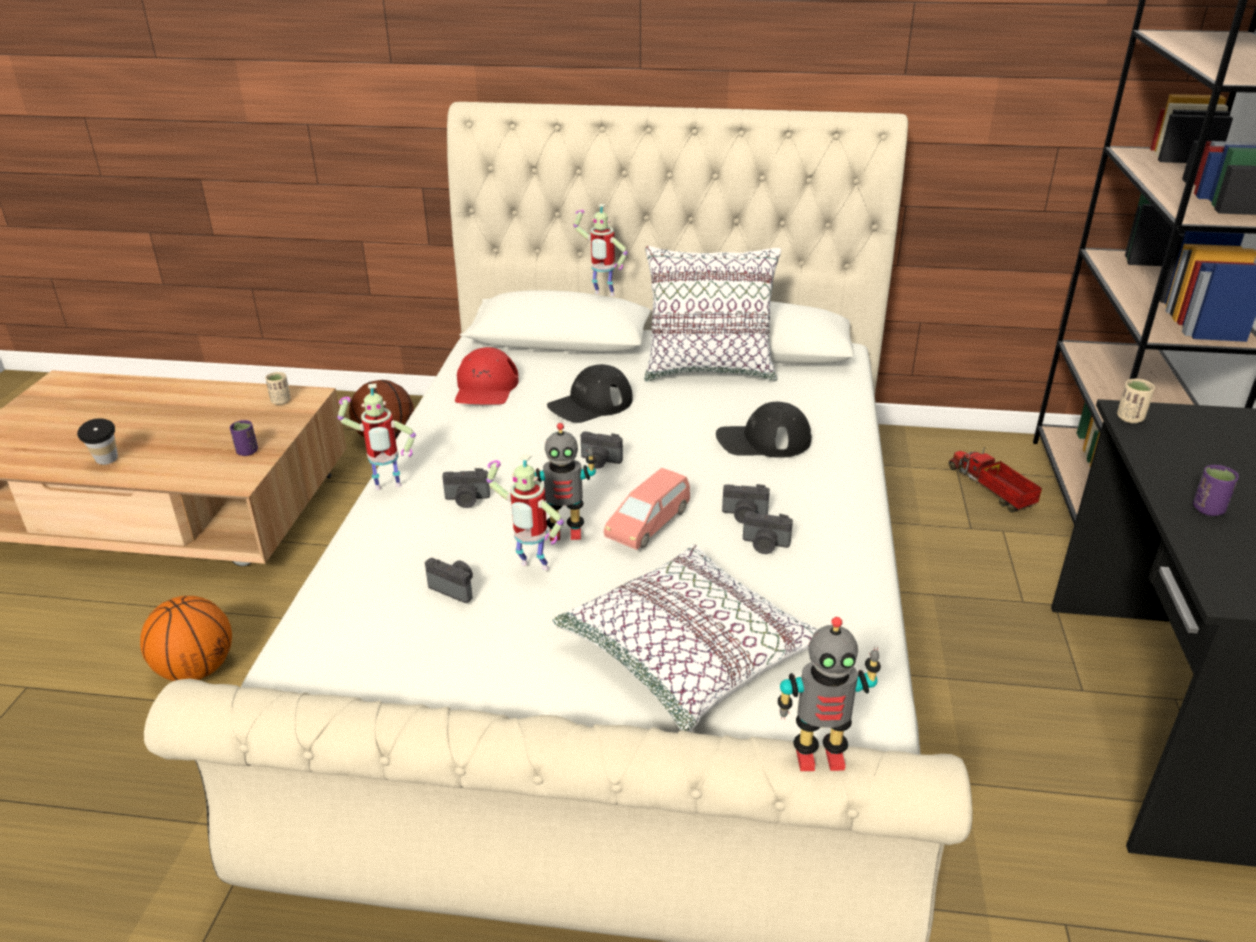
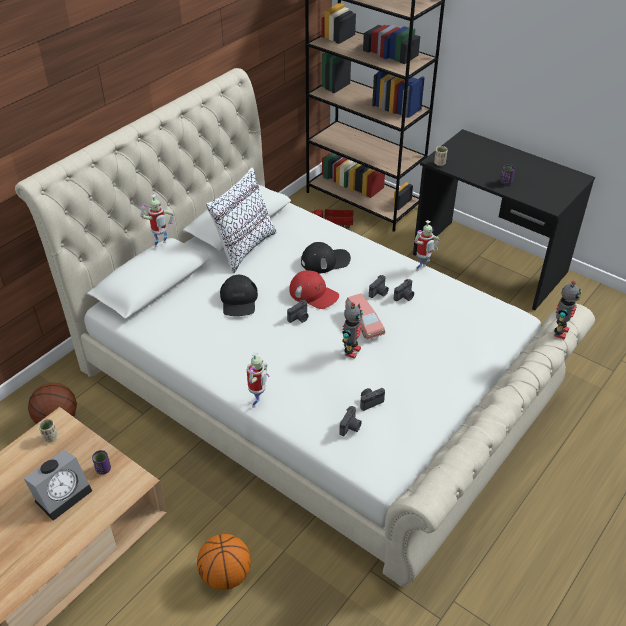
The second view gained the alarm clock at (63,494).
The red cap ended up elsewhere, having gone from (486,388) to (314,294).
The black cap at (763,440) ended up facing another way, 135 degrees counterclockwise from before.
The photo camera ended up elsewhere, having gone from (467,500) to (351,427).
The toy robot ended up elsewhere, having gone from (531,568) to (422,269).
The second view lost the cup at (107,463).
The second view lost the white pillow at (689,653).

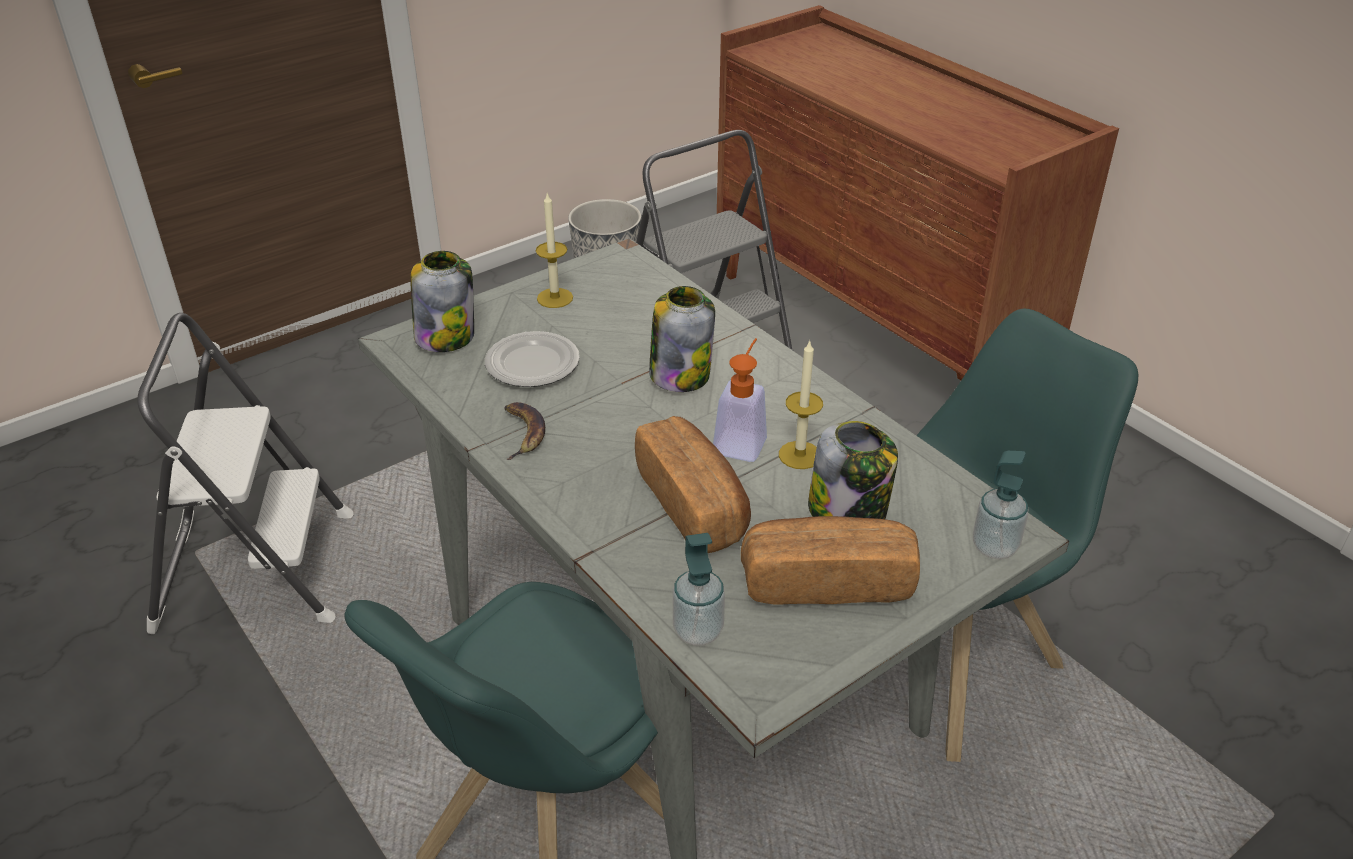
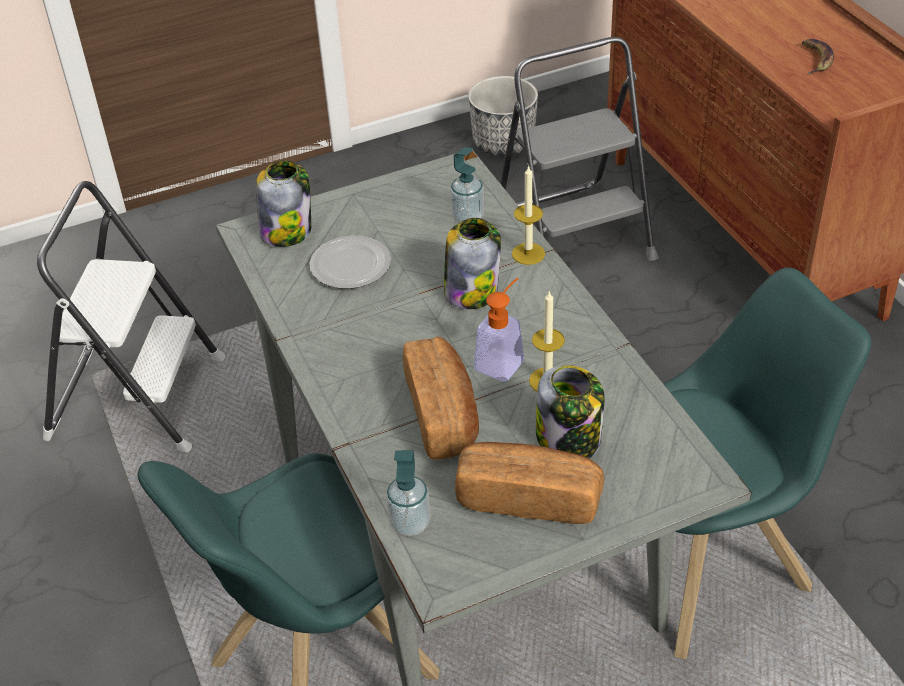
The soap dispenser ended up elsewhere, having gone from (994,547) to (468,218).
The candle ended up elsewhere, having gone from (555,298) to (528,254).
The banana ended up elsewhere, having gone from (522,433) to (815,59).

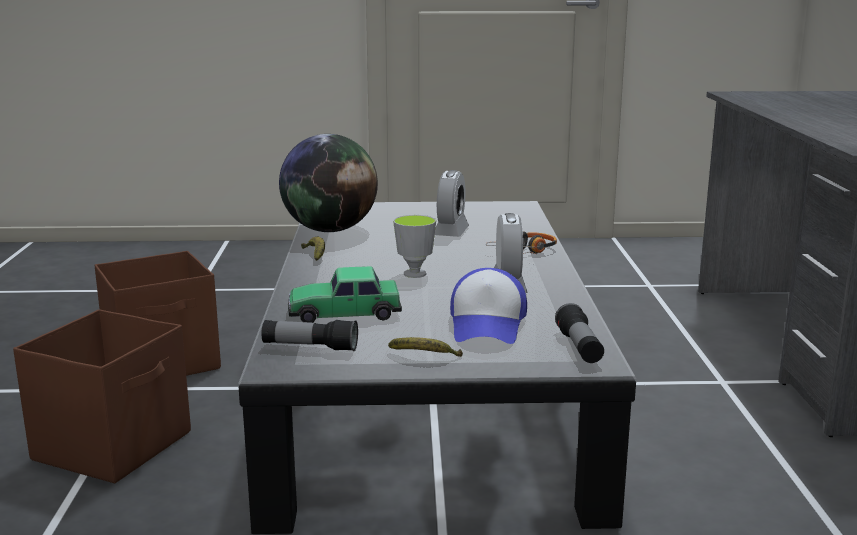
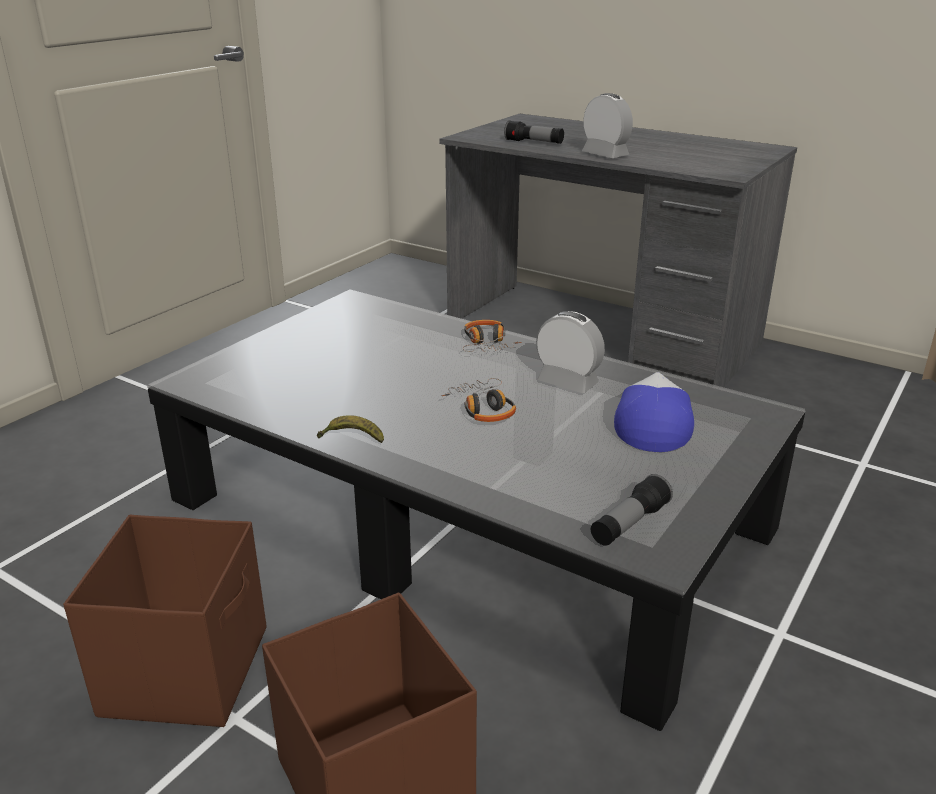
Where the cup stood at (415,274), the headphones came to stand at (483,409).
The flashlight ended up elsewhere, having gone from (579,347) to (534,142).
The alarm clock ended up elsewhere, having gone from (451,232) to (605,154).
The cap at (487,325) ended up facing another way, 120 degrees counterclockwise from before.
The second view lost the globe at (330,230).
The second view lost the toy car at (344,313).
The second view lost the banana at (424,357).

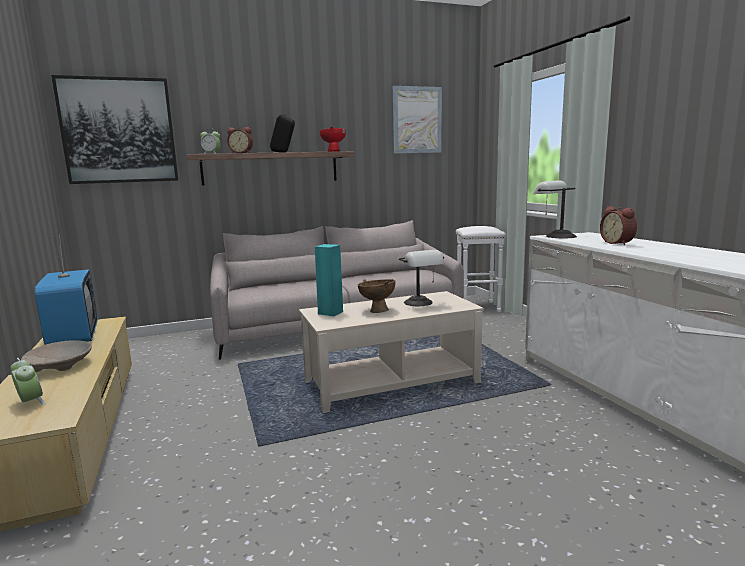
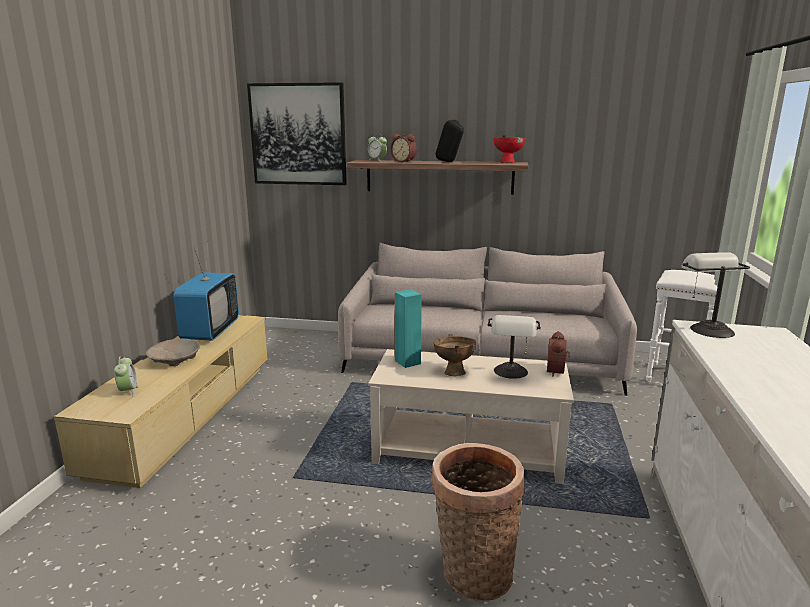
The second view gained the basket at (473,572).
The alarm clock ended up elsewhere, having gone from (618,243) to (557,371).
The second view lost the picture at (417,120).

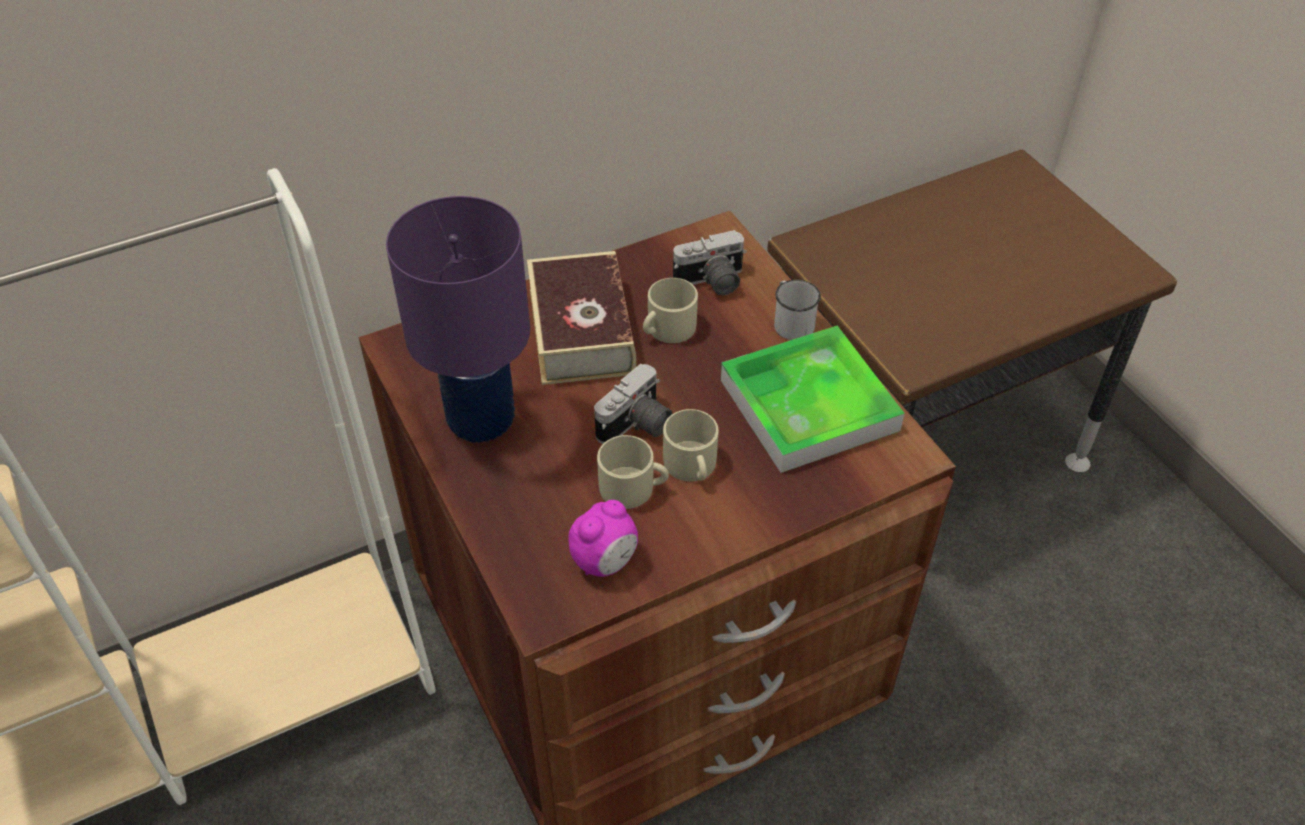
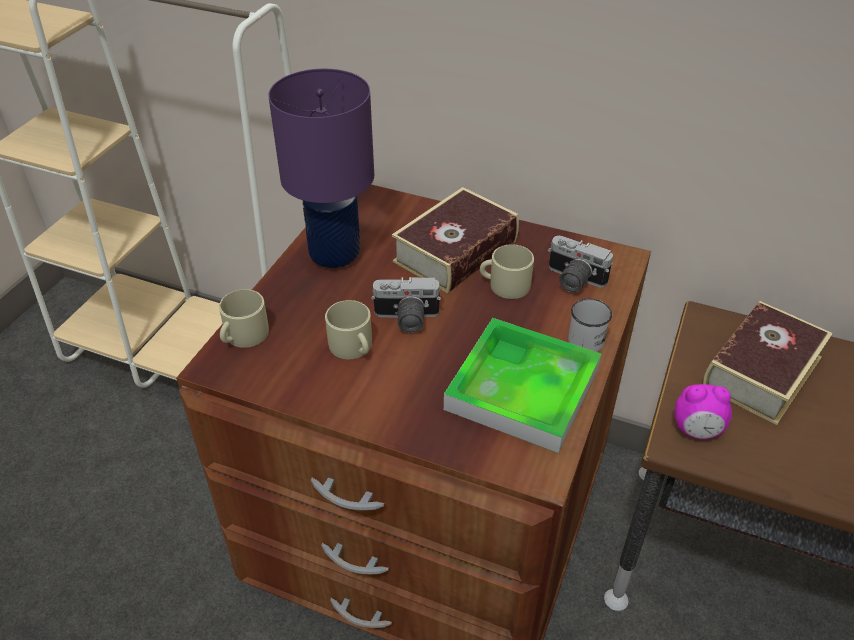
The beige mug ended up elsewhere, having gone from (692,466) to (243,336).
The alarm clock ended up elsewhere, having gone from (605,561) to (696,430).
The second view gained the book at (762,372).

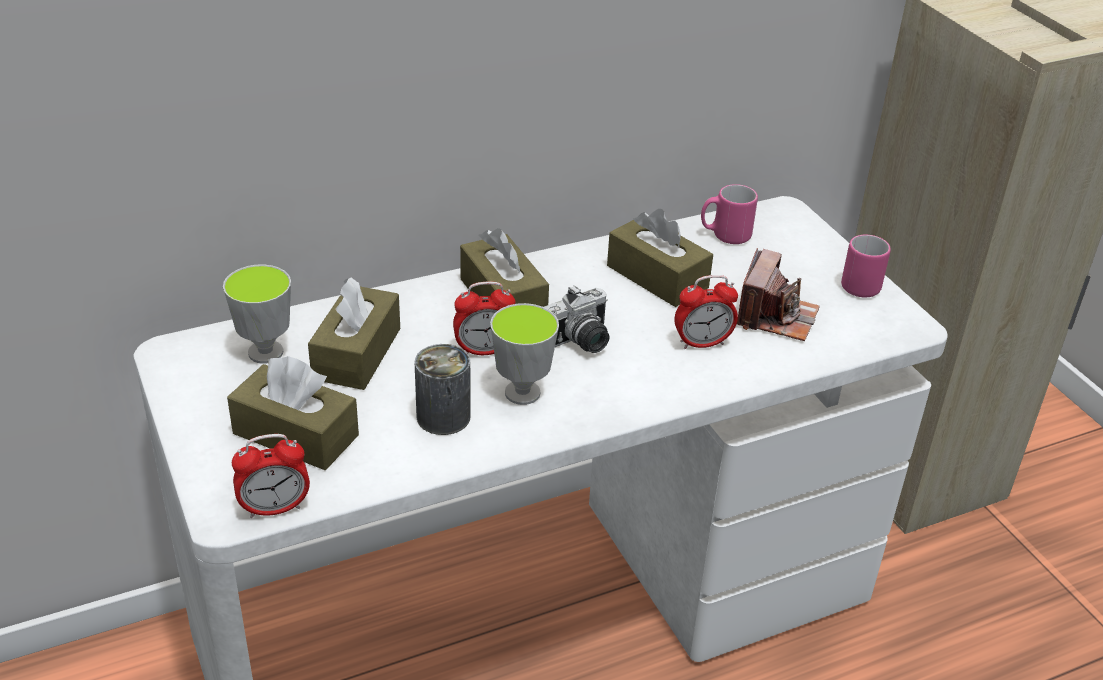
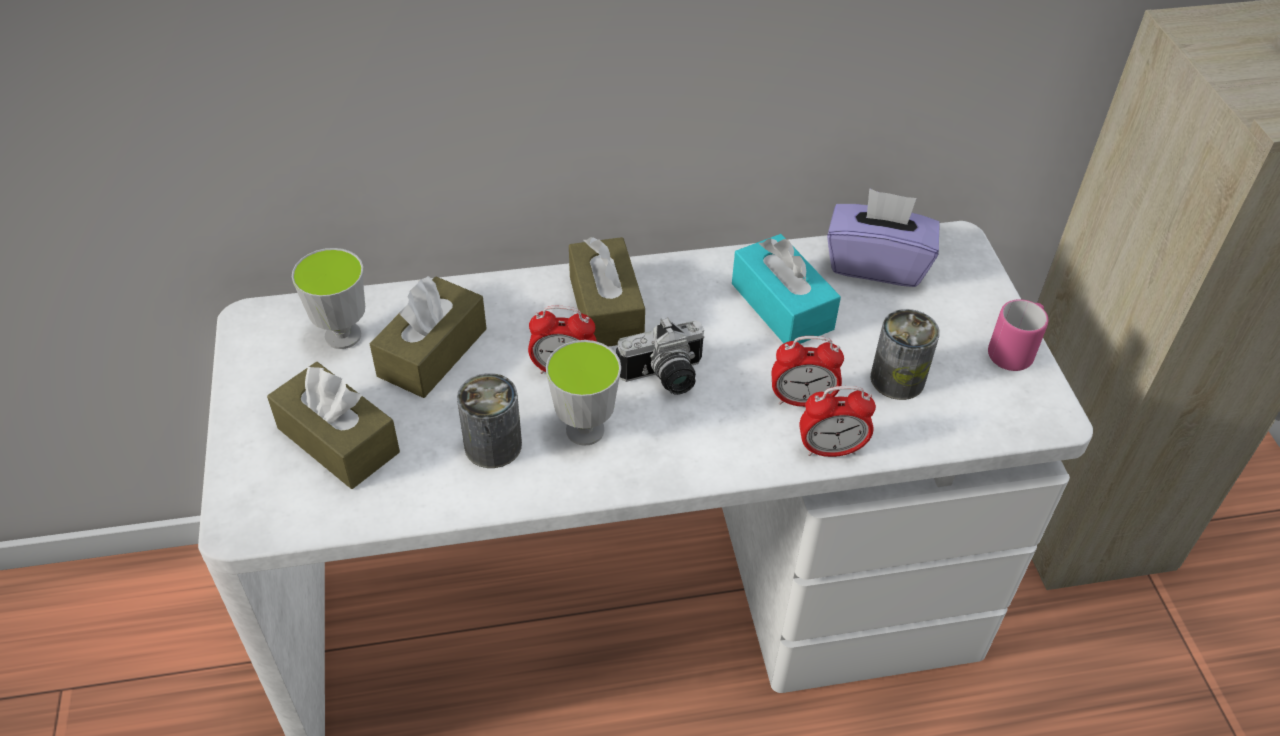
What was the brown tissue box at (657,277) turned into the turquoise tissue box at (782,306).
The alarm clock ended up elsewhere, having gone from (275,508) to (831,449).
Where the pink mug stood at (724,235), the purple tissue box came to stand at (877,264).
Where the photo camera stood at (776,317), the can came to stand at (897,379).

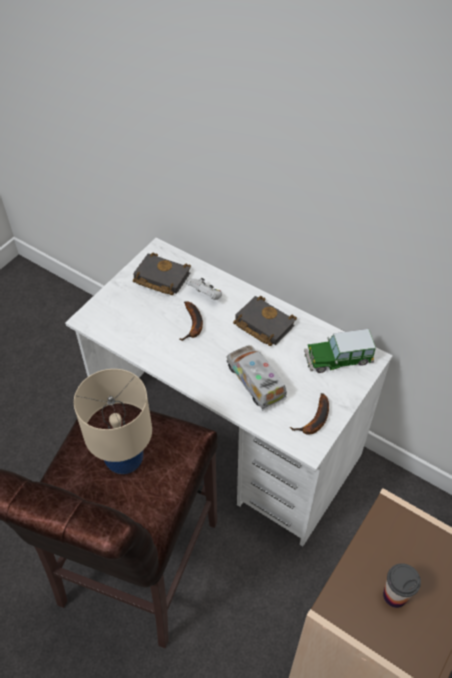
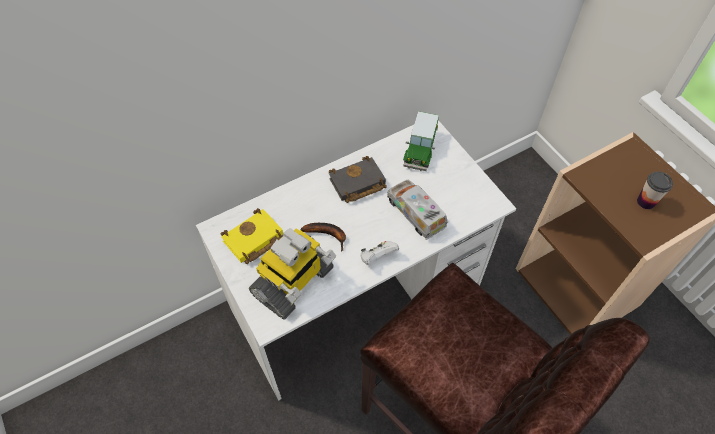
What was the black book at (160,278) turned into the yellow book at (253,241).
The second view gained the toy robot at (293,283).
The white game controller ended up elsewhere, having gone from (206,296) to (377,257).
The toy truck at (255,382) ended up facing another way, 60 degrees clockwise from before.
The second view lost the beige table lamp at (124,462).
The second view lost the banana at (315,421).

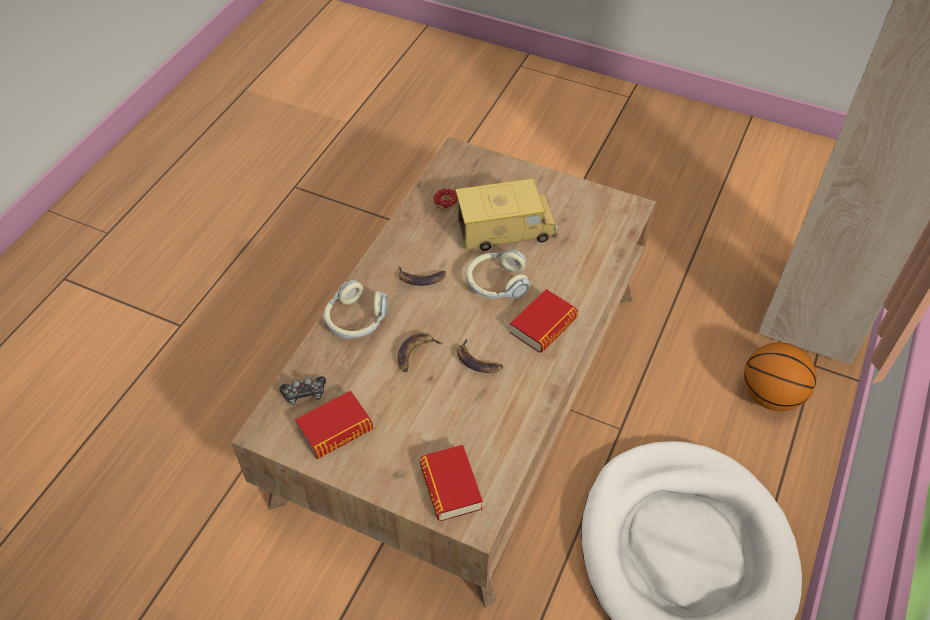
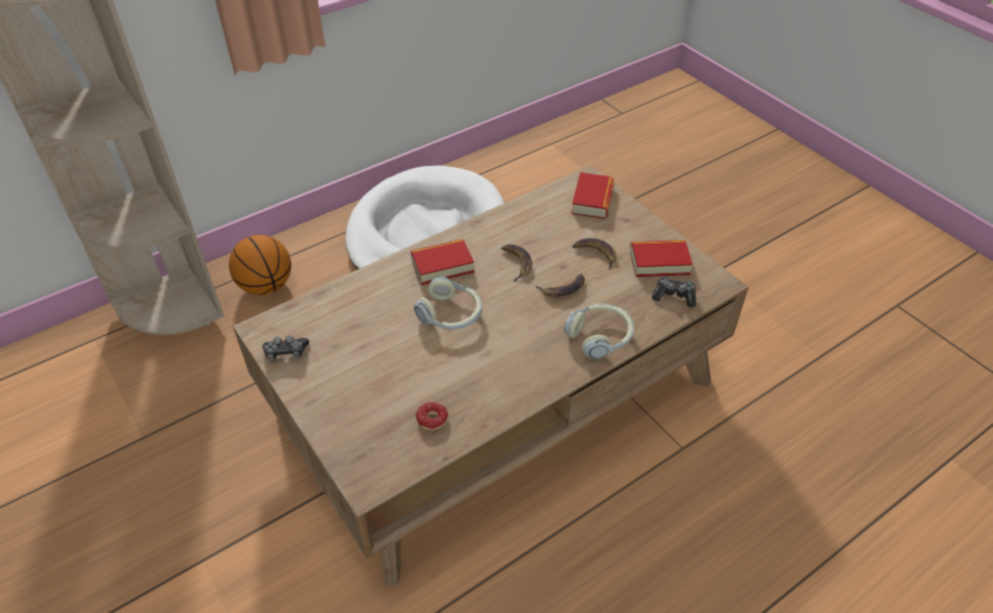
The second view gained the game controller at (286,353).
The banana ended up elsewhere, having gone from (421,278) to (595,254).
The second view lost the toy truck at (506,229).

